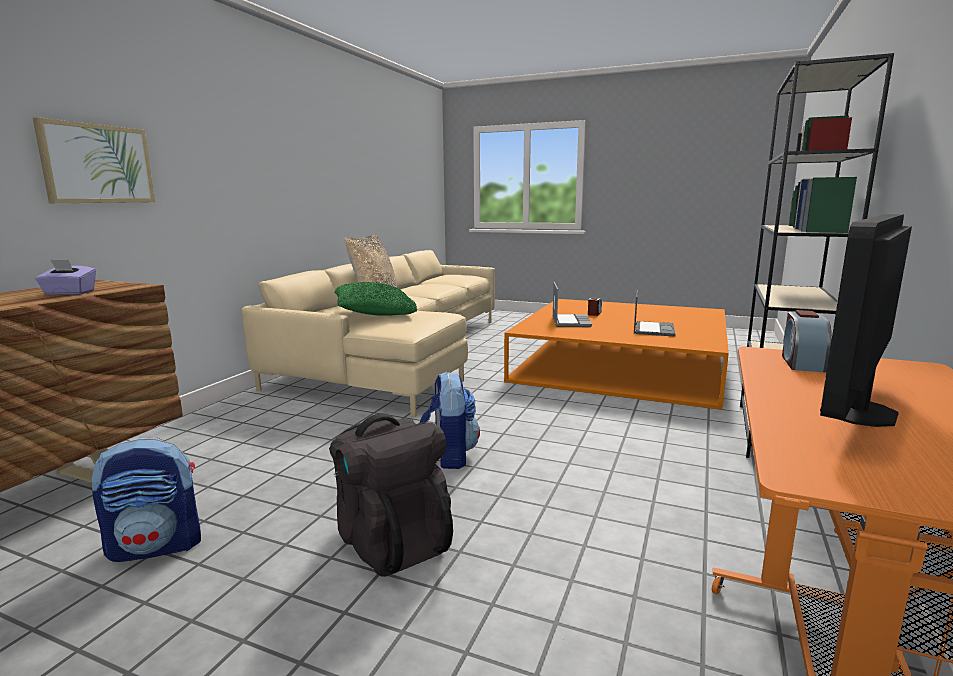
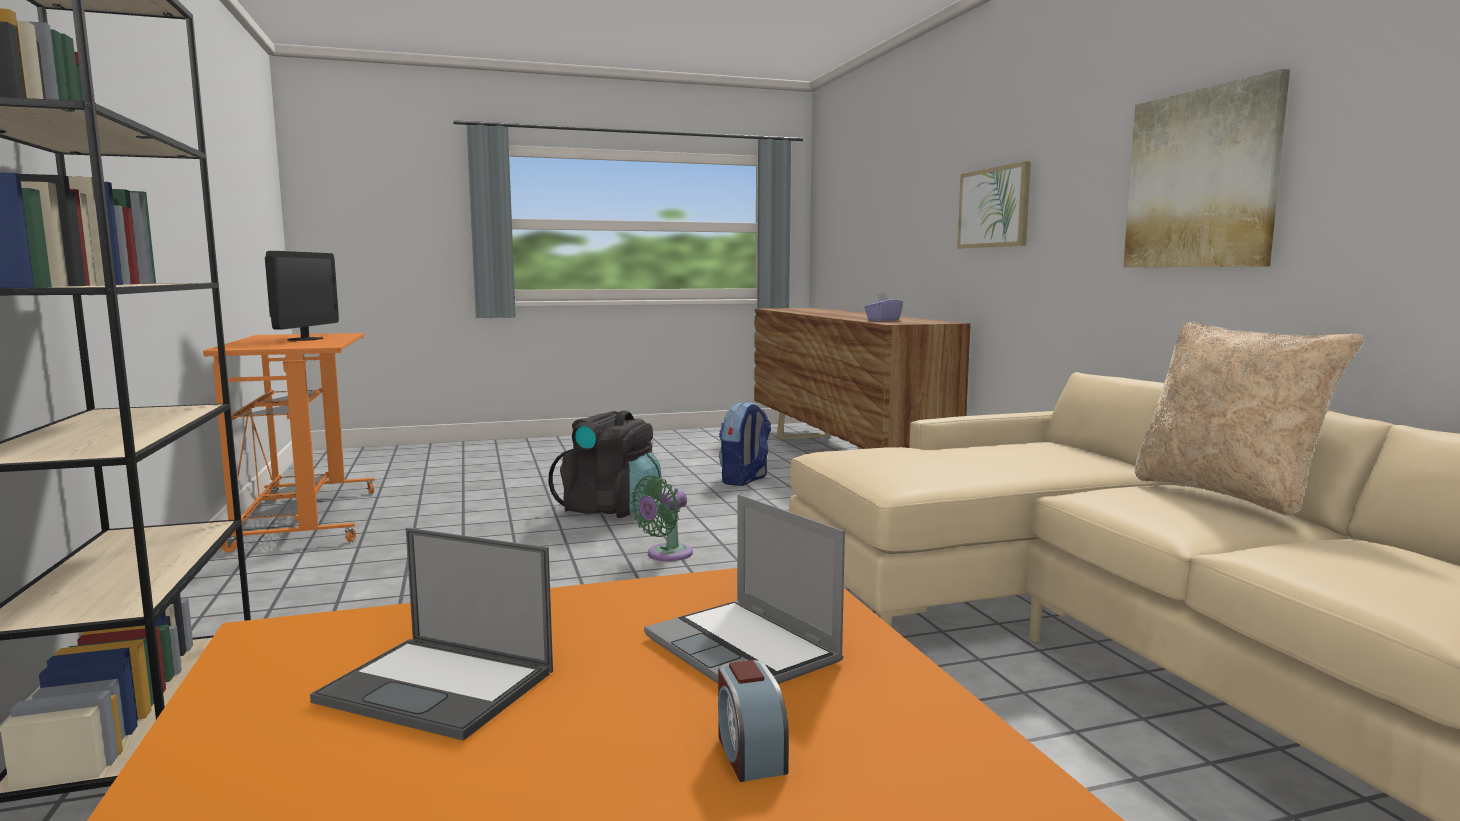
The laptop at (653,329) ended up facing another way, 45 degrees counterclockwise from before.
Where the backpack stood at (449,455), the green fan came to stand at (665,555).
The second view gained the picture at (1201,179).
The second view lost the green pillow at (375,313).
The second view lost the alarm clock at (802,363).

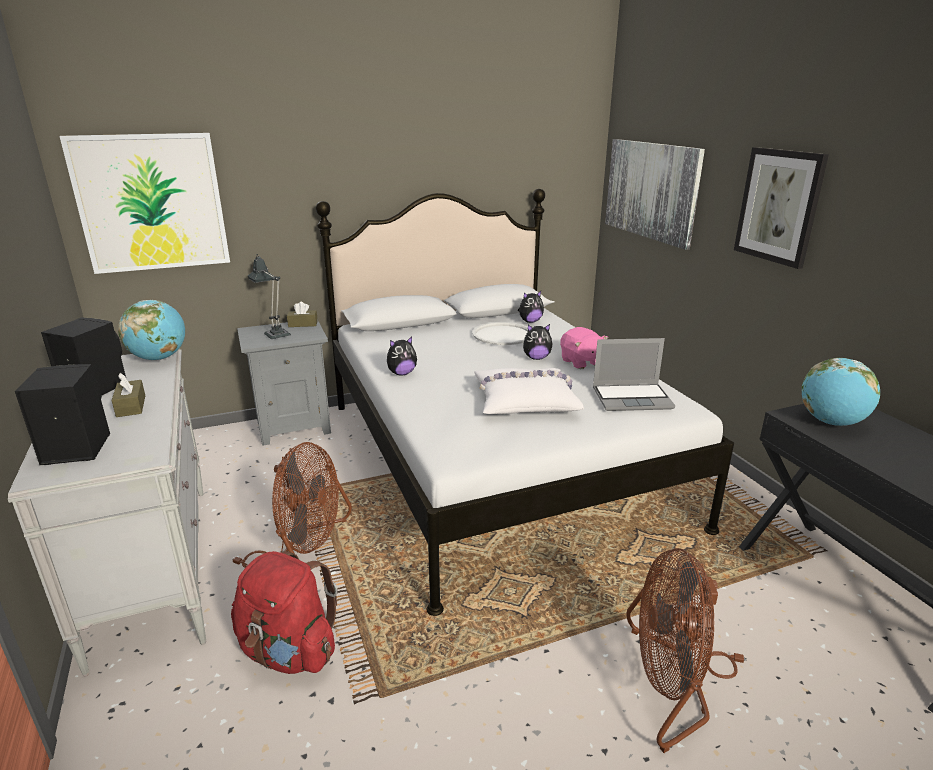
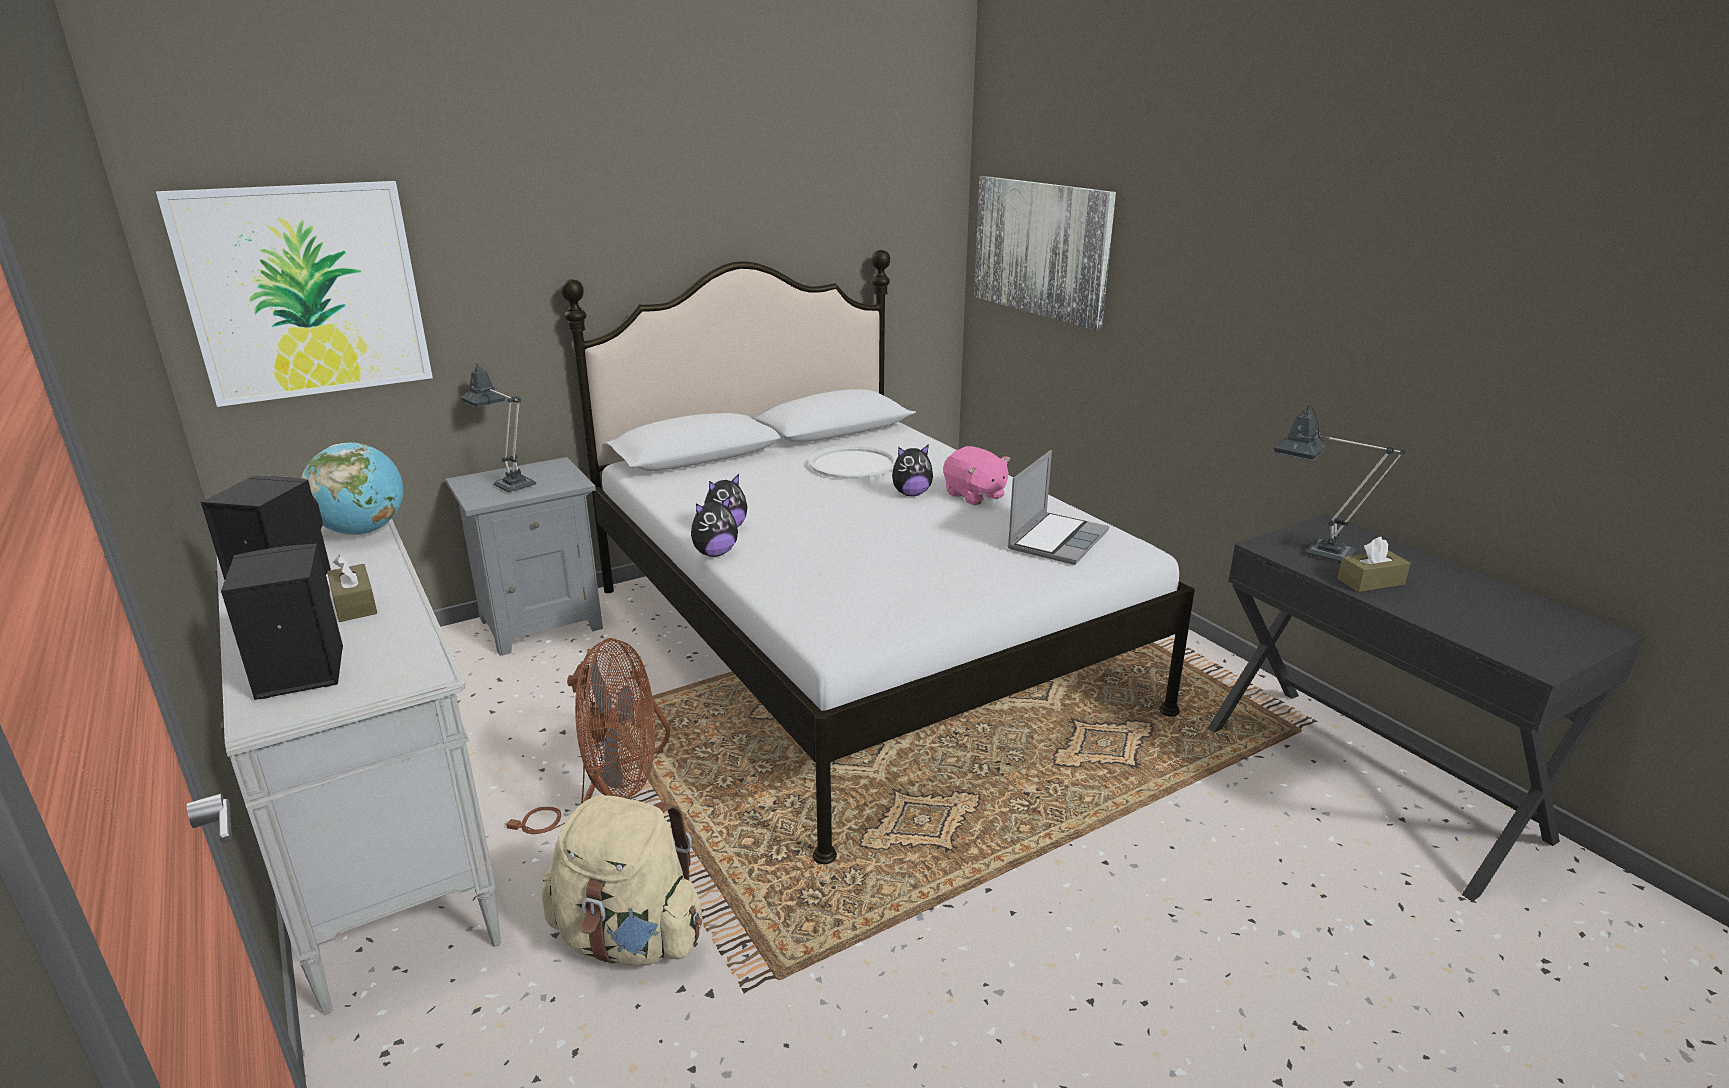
What was the red backpack at (289,651) turned into the beige backpack at (630,938).
The plush toy ended up elsewhere, having gone from (530,321) to (714,553).
The laptop at (632,398) ended up facing another way, 45 degrees counterclockwise from before.
Where the globe stood at (831,422), the table lamp came to stand at (1317,551).
The brown tissue box ended up elsewhere, having gone from (303,324) to (1370,582).
The second view lost the white pillow at (525,400).
The second view lost the brown fan at (675,682).
The second view lost the picture at (779,206).

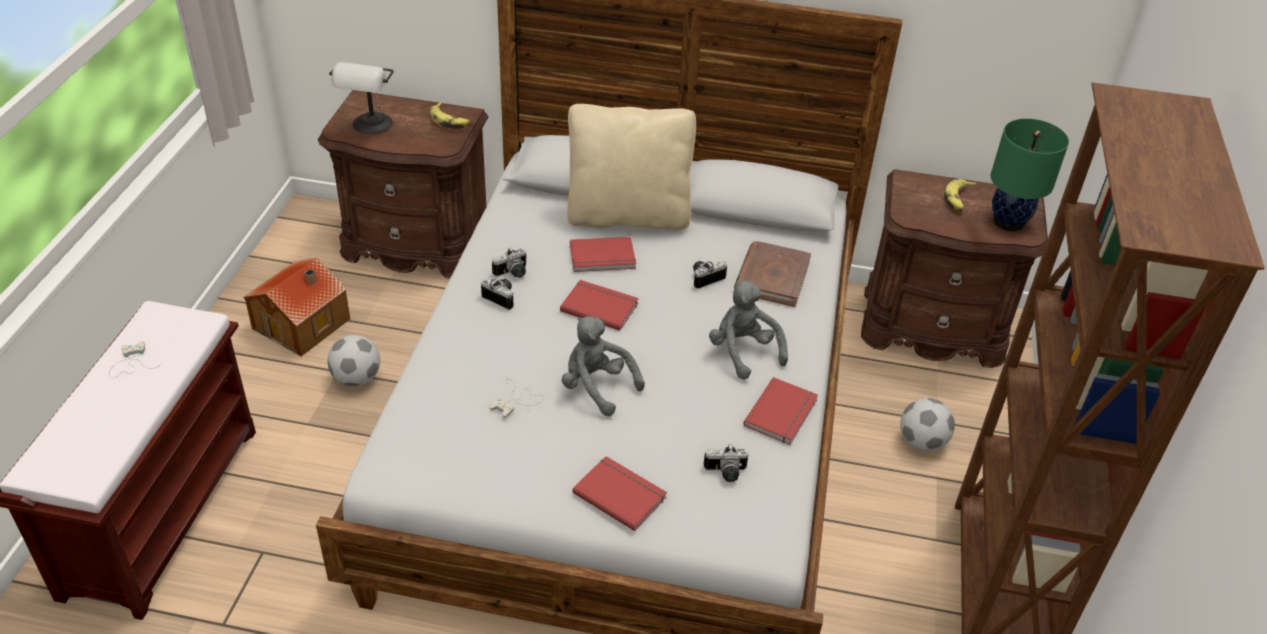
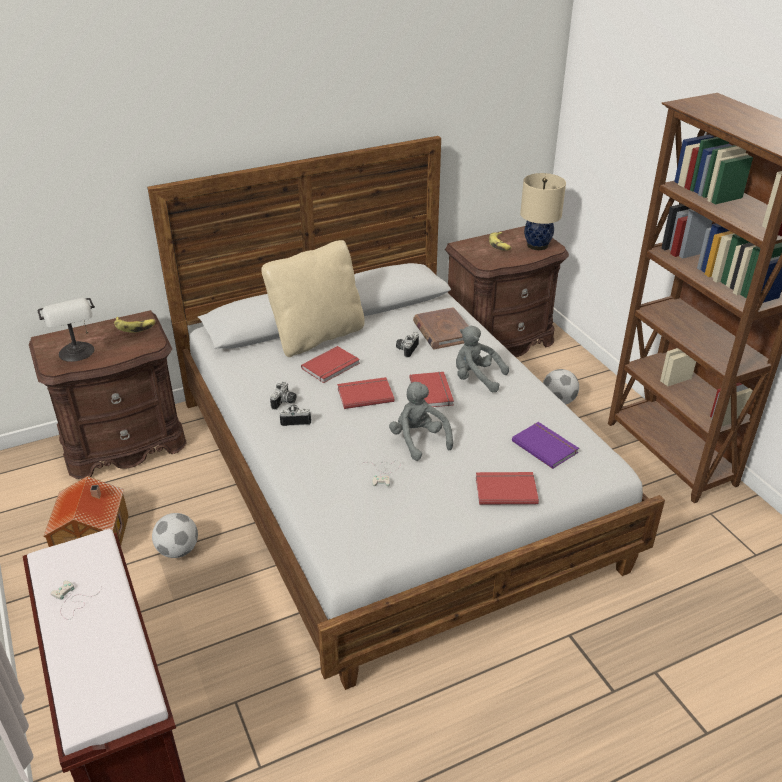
The grey plush toy at (596,387) ended up facing another way, 60 degrees clockwise from before.
The red book ended up elsewhere, having gone from (783,413) to (432,391).
Where the photo camera stood at (725,473), the purple book came to stand at (545,446).
What was the green table lamp at (1009,222) turned into the beige table lamp at (537,245).

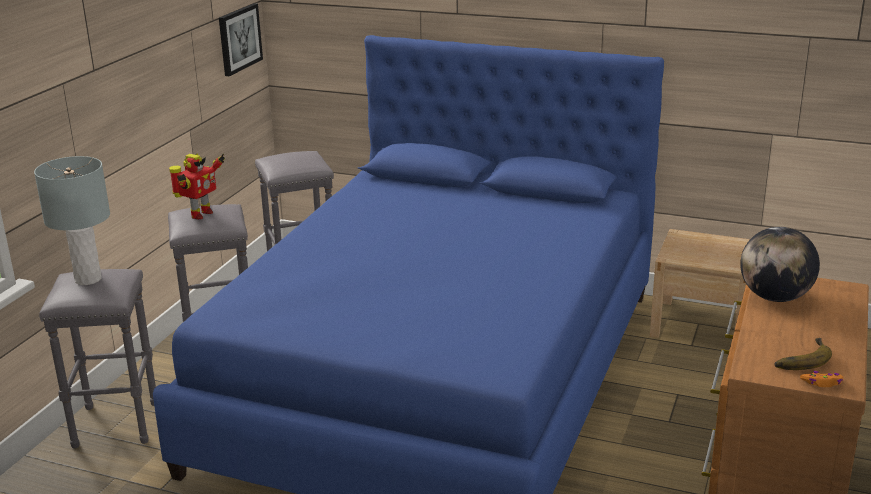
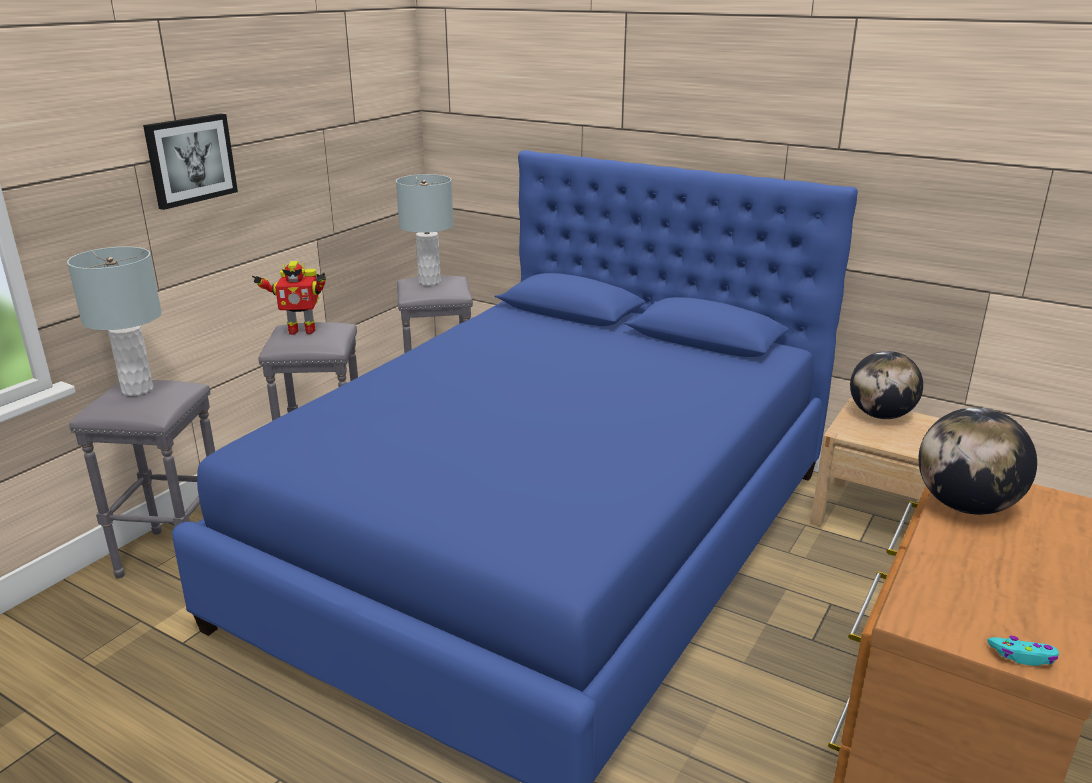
The picture ended up elsewhere, having gone from (239,39) to (190,160).
The toy robot at (199,214) ended up facing another way, 45 degrees clockwise from before.
The second view gained the grey table lamp at (430,282).
The second view gained the globe at (880,415).
What was the orange game controller at (822,383) turned into the turquoise game controller at (1023,656).
The second view lost the banana at (799,358).

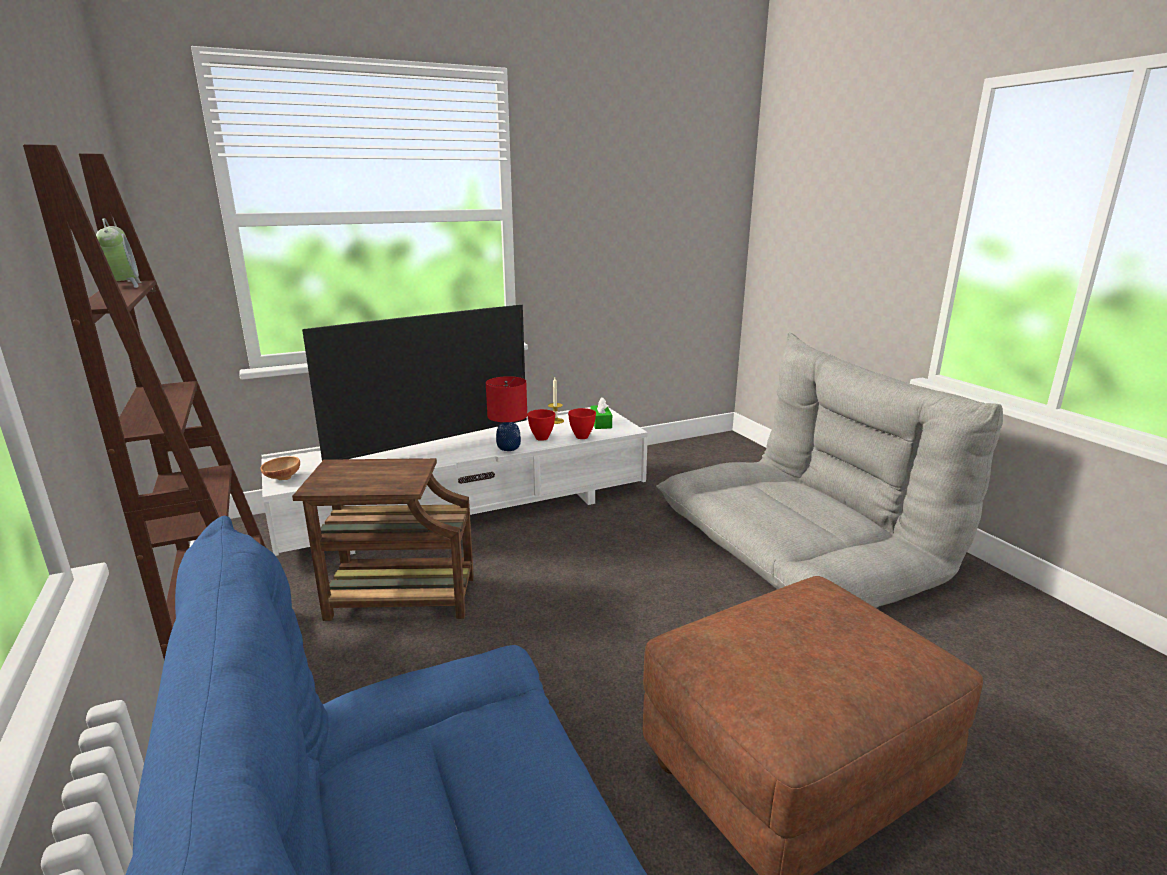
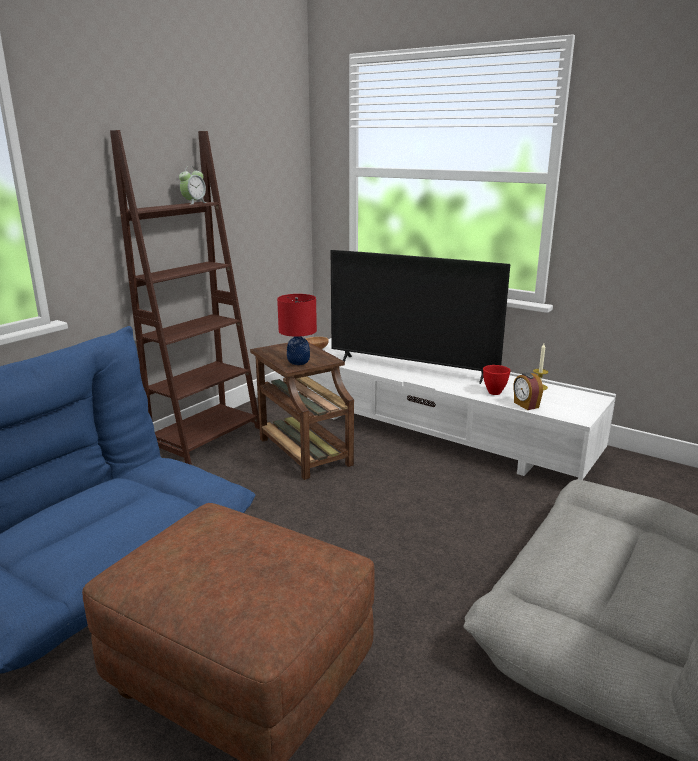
The red table lamp ended up elsewhere, having gone from (508,448) to (298,362).
Where the red bowl stood at (582,437), the alarm clock came to stand at (525,405).
The second view lost the green tissue box at (601,423).

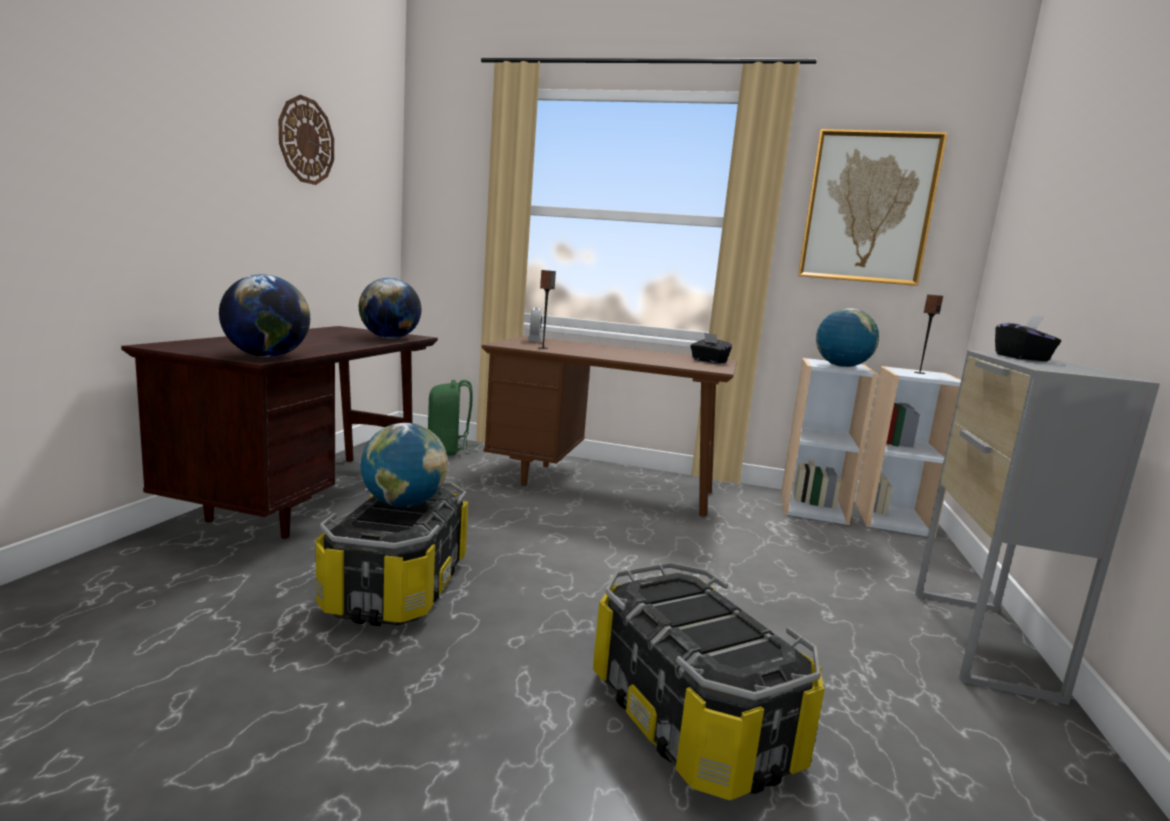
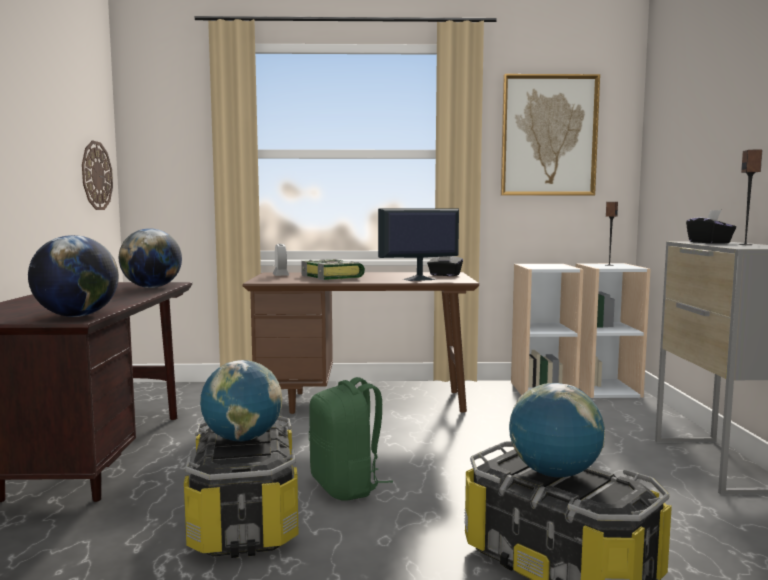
The wall clock ended up elsewhere, having gone from (306,141) to (96,176).
The second view gained the book at (333,277).
The green backpack ended up elsewhere, having gone from (449,450) to (346,487).
The second view gained the monitor at (418,279).
The globe ended up elsewhere, having gone from (842,367) to (554,474).
The speaker ended up elsewhere, having gone from (543,348) to (745,244).

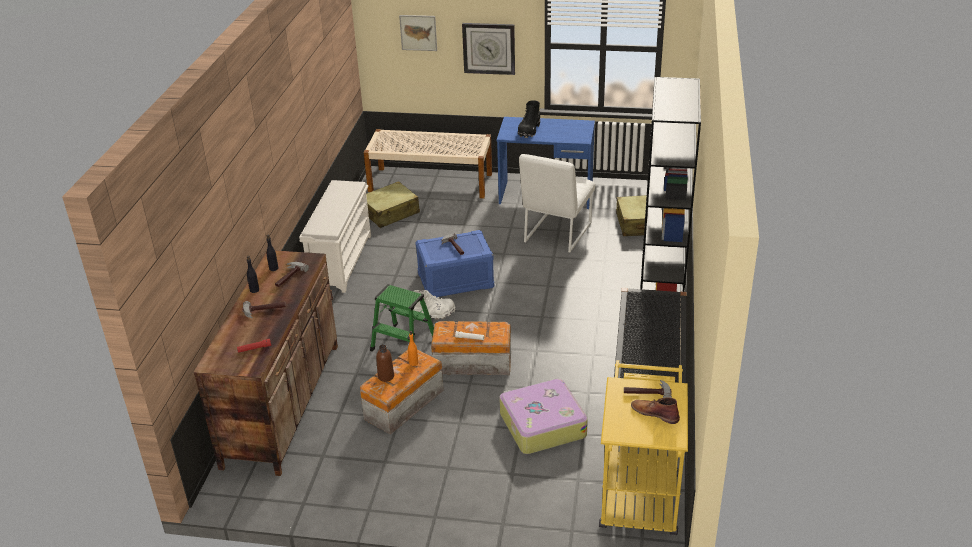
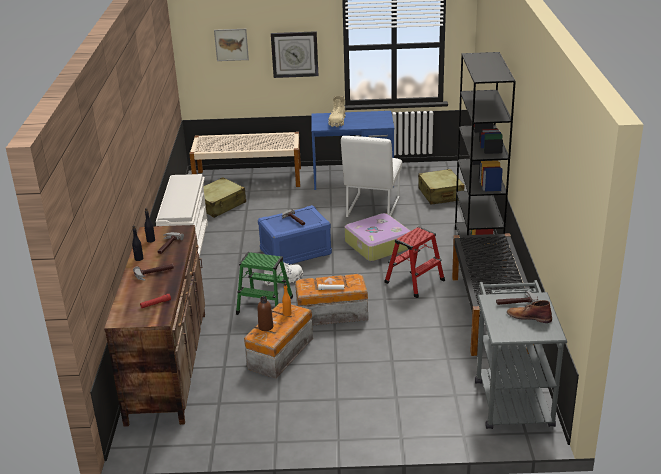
What was the black boot at (529,130) turned into the beige boot at (337,122).
The suitcase ended up elsewhere, having gone from (541,425) to (377,245).
The second view gained the red step ladder at (414,281).
What was the yellow cart at (639,492) turned into the grey cart at (511,397).

